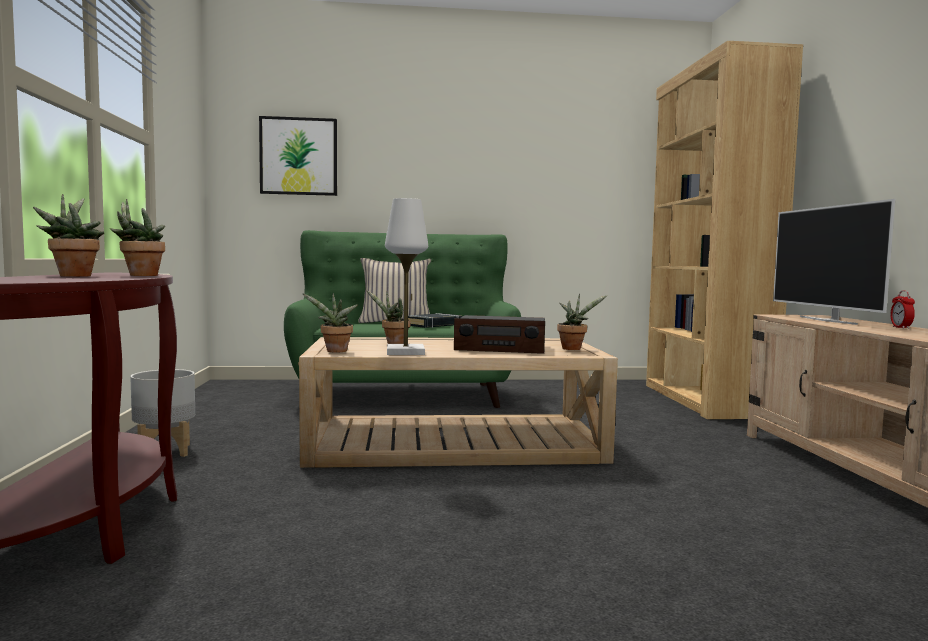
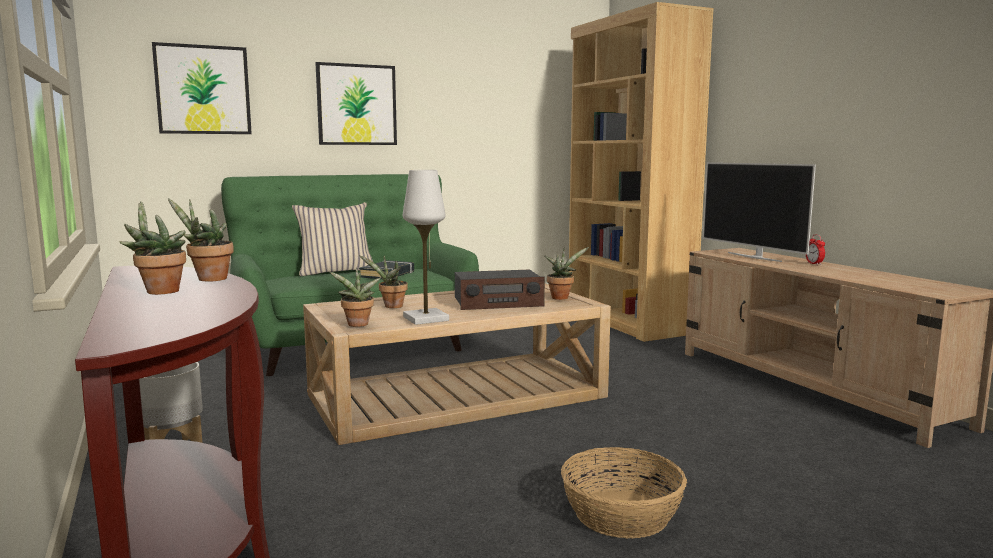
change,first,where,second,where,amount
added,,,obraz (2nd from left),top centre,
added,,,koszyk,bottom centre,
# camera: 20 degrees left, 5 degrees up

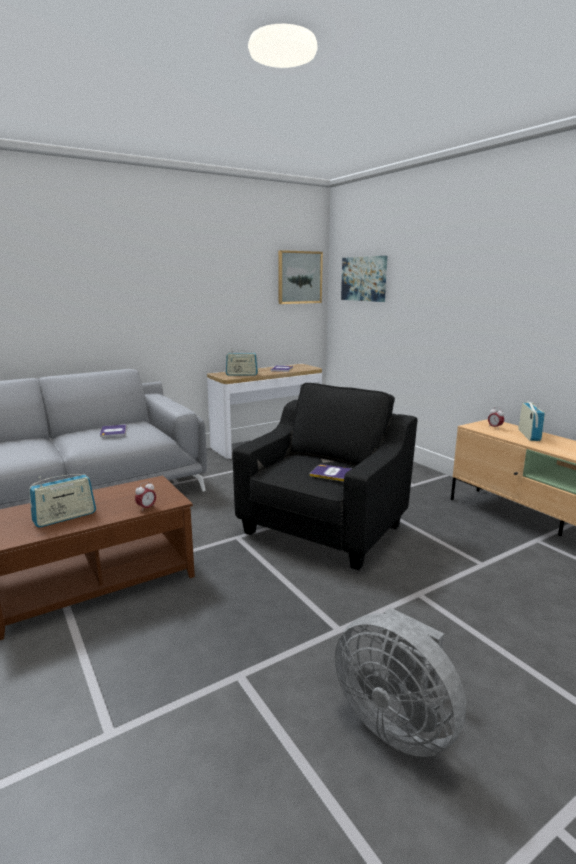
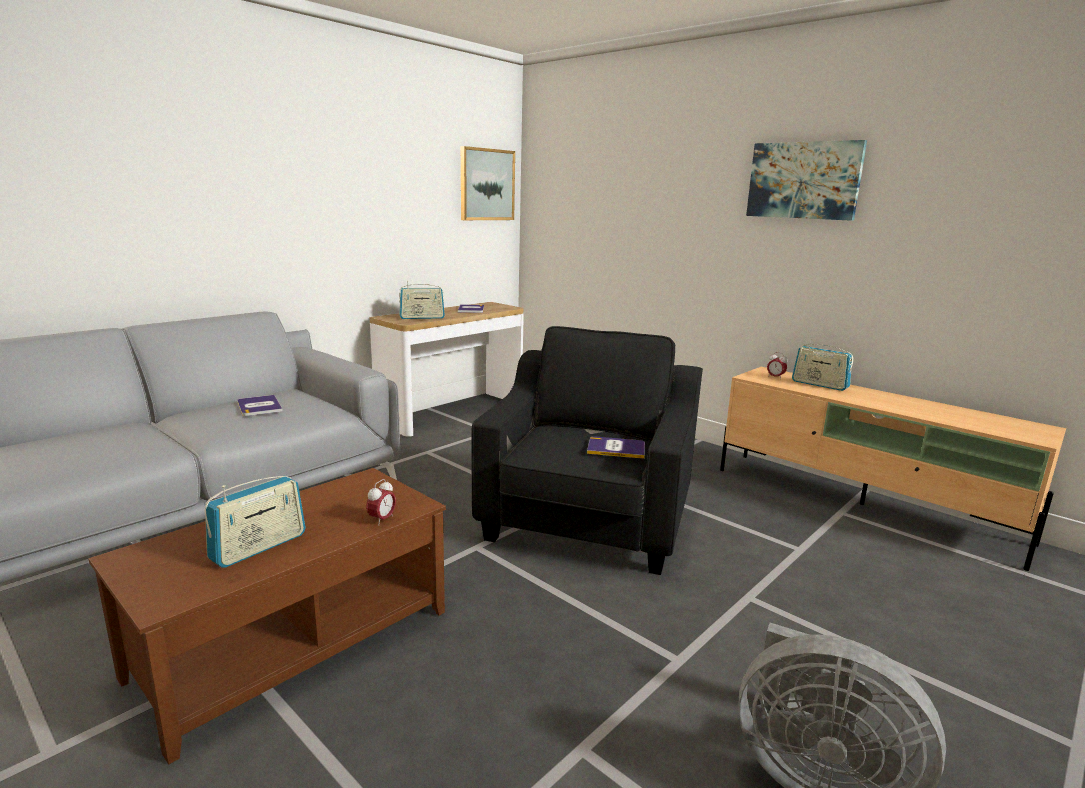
change,first,where,second,where,amount
moved,obraz (2nd from left),top centre,,top right,
turned,radio (3rd from left),middle right,,middle right,135 degrees clockwise
# camera: 15 degrees left, 0 degrees up

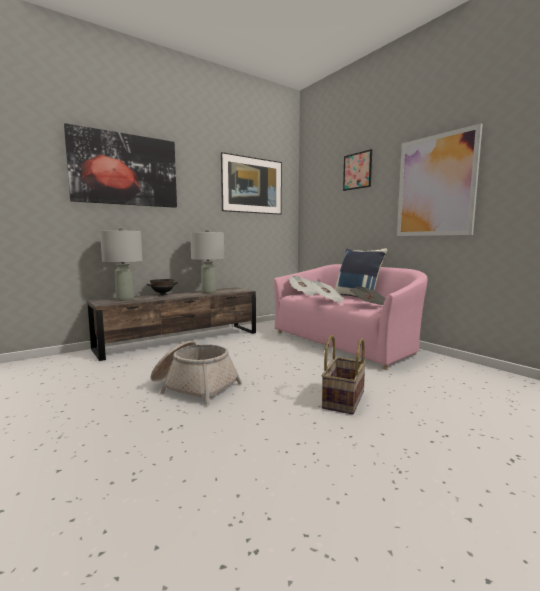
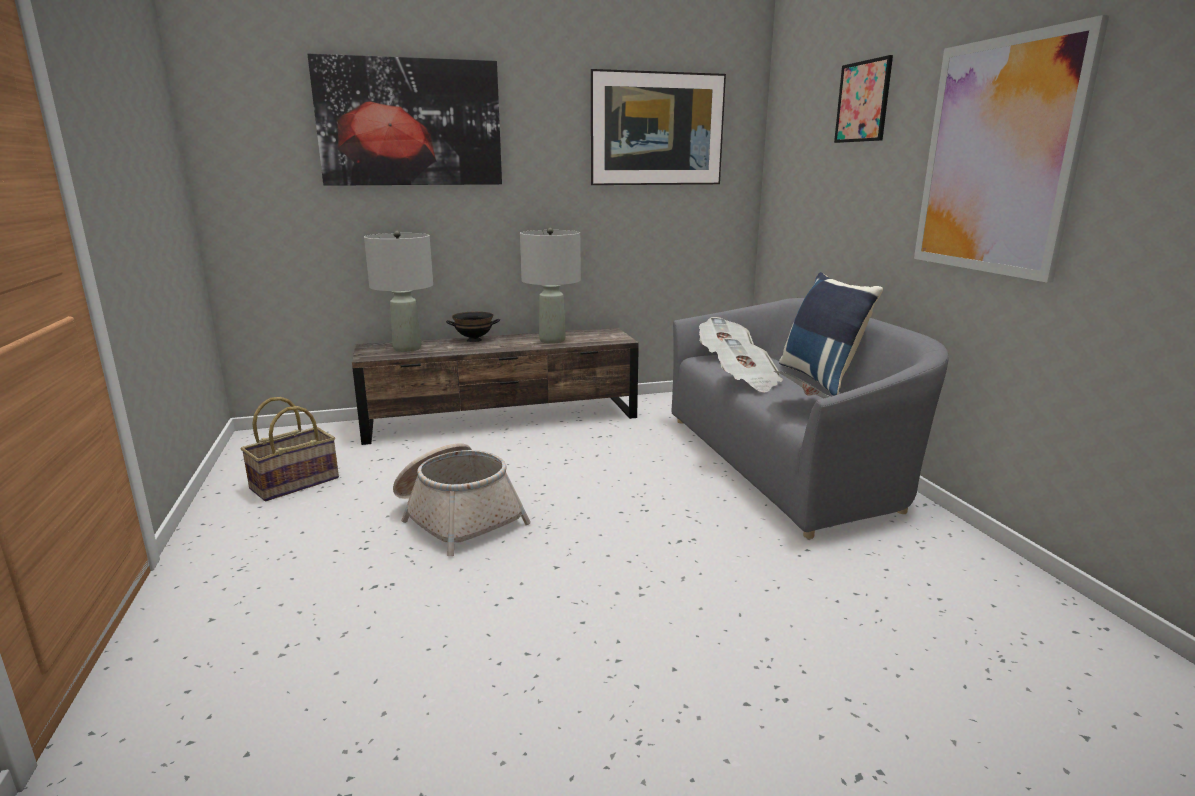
change,first,where,second,where,amount
moved,koszyk (2nd from left in the first image),centre,koszyk (1st from left),middle left,
recoloured,kanapa/różowy,centre,kanapa/szary,middle right,
# camera: 20 degrees right, 10 degrees up

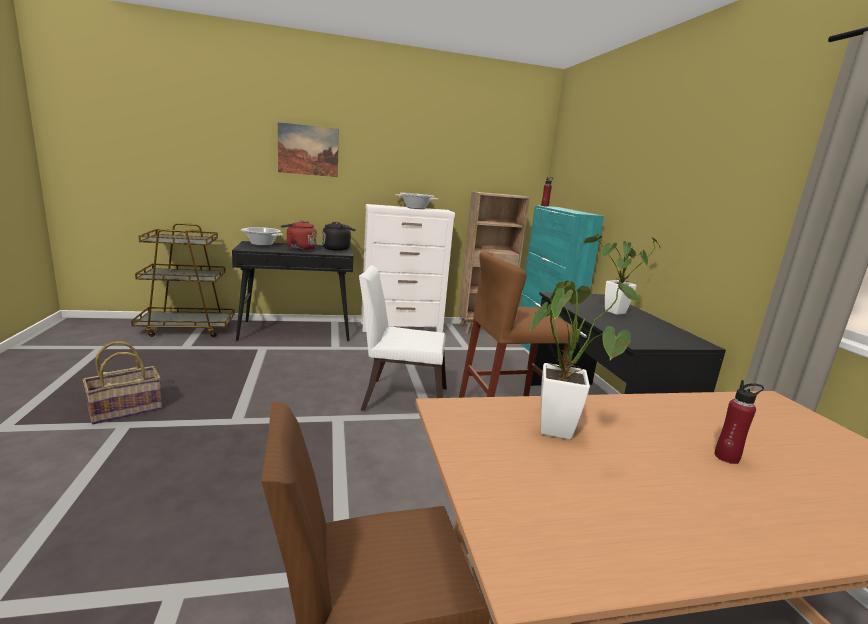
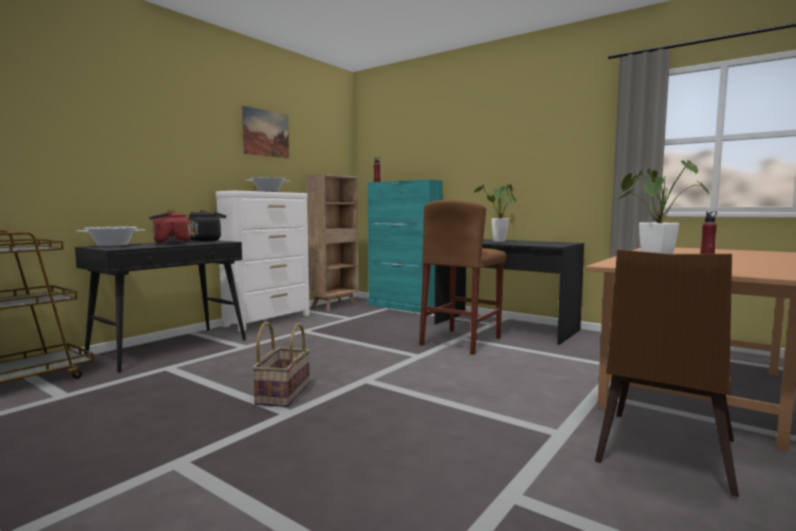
change,first,where,second,where,amount
removed,krzesło/biały,centre,,,
moved,koszyk,middle left,,bottom centre,
moved,obraz,top centre,,top left,
# camera: 40 degrees left, 10 degrees down

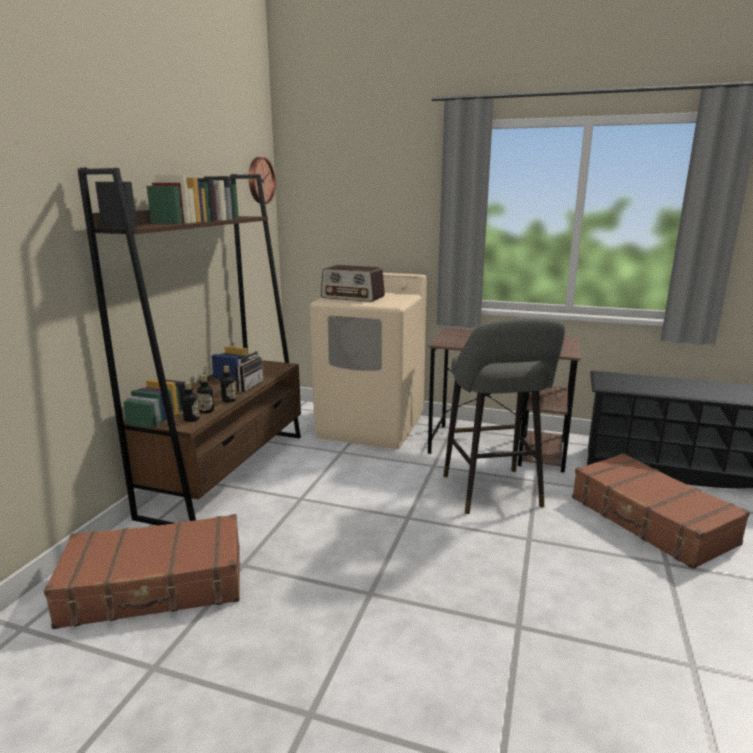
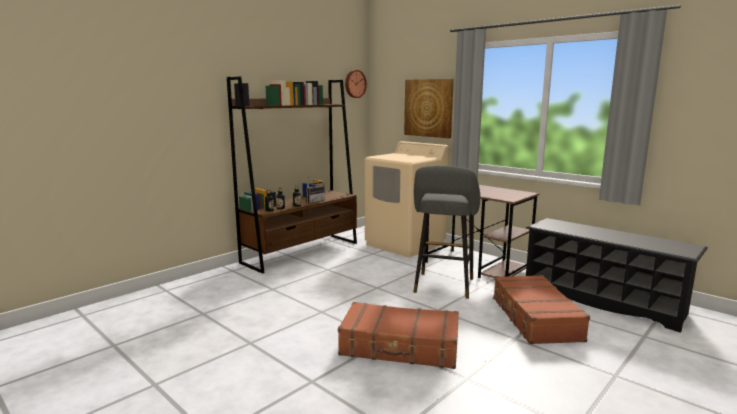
change,first,where,second,where,amount
removed,radio (2nd from left),centre,,,
added,,,obraz,top centre,
moved,walizka/brązowy (1st from left),bottom left,,bottom centre,
# camera: 25 degrees right, 5 degrees down

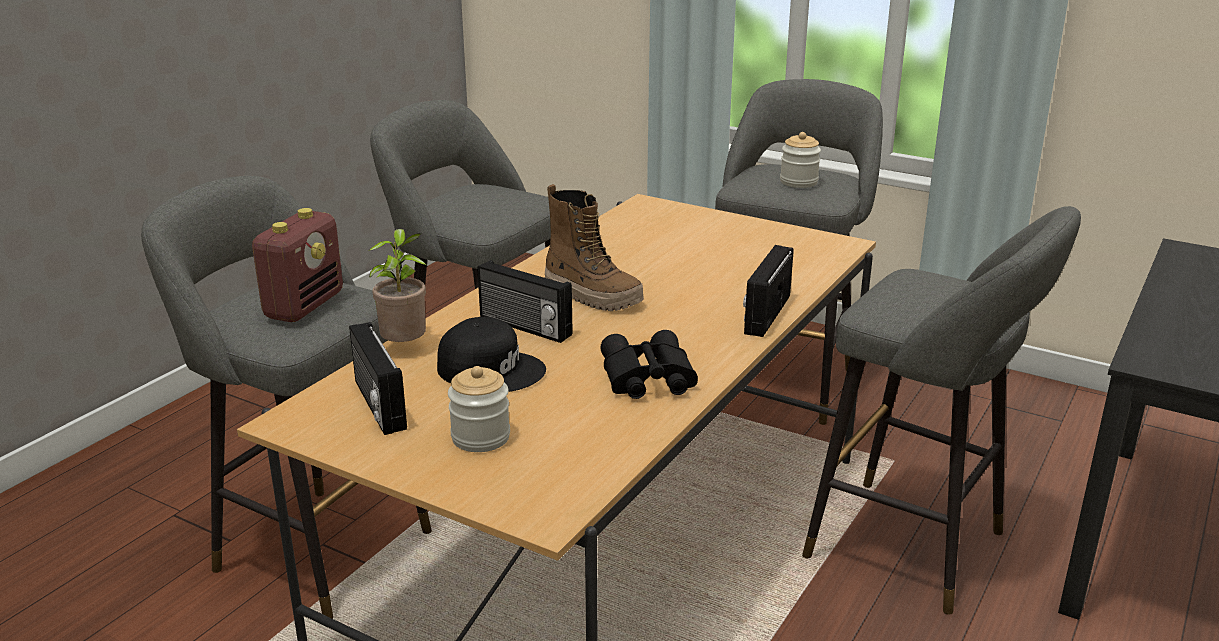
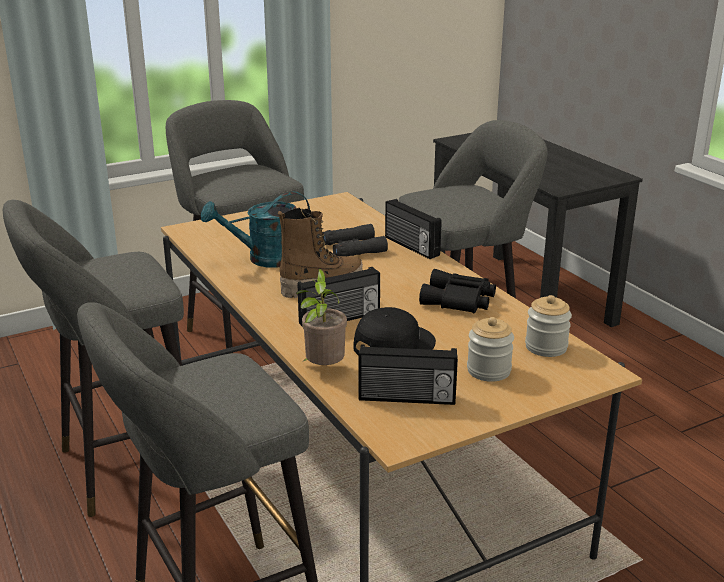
change,first,where,second,where,amount
removed,radio (1st from left),middle left,,,
added,,,konewka/turkusowy,centre,
added,,,lornetka/czarny (1st from left),centre,
moved,słoik (2nd from left),top centre,,middle right,
# camera: 60 degrees left, 0 degrees up

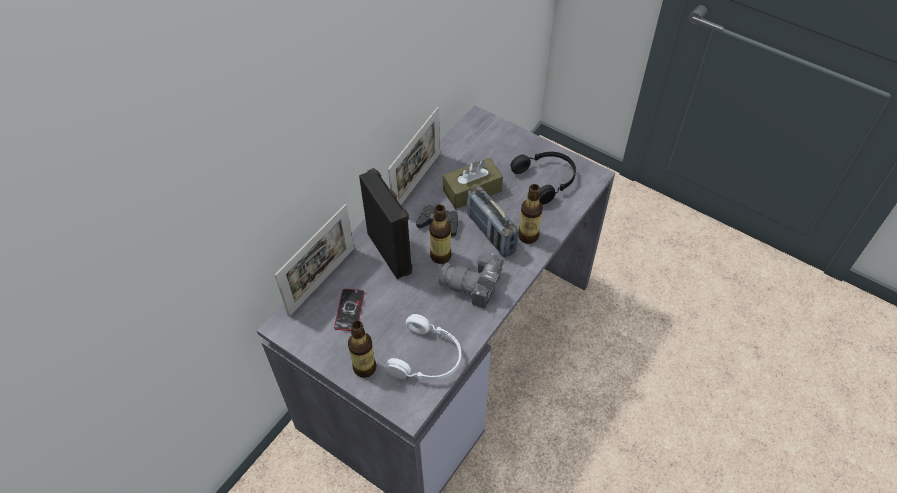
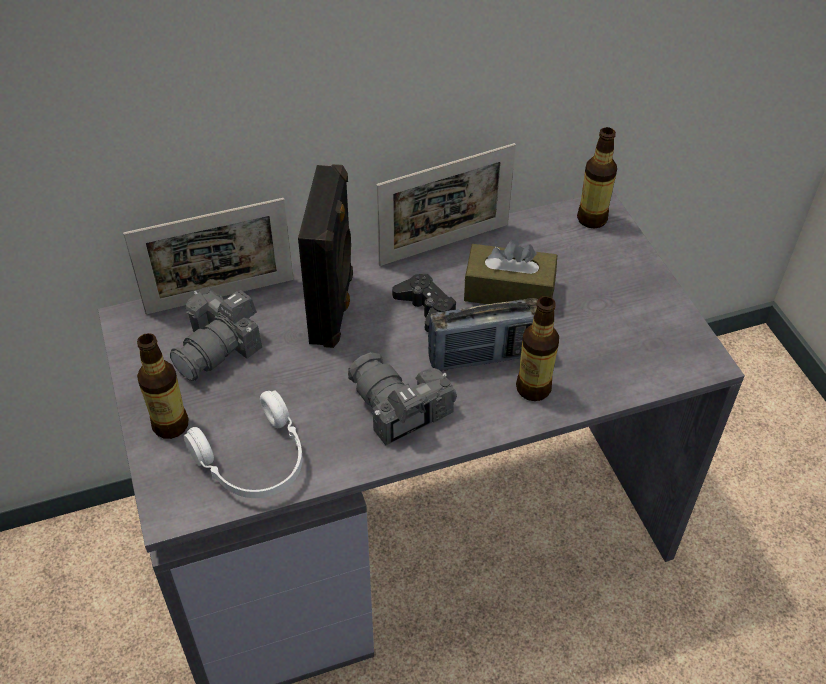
change,first,where,second,where,amount
removed,słuchawki/czarny,centre,,,
moved,butelka (2nd from left in the first image),centre,butelka (3rd from left),top right,
replaced,telefon,centre,aparat fotograficzny (1st from left),middle left,
turned,radio,centre,,centre,105 degrees counterclockwise
# camera: 35 degrees right, 5 degrees down

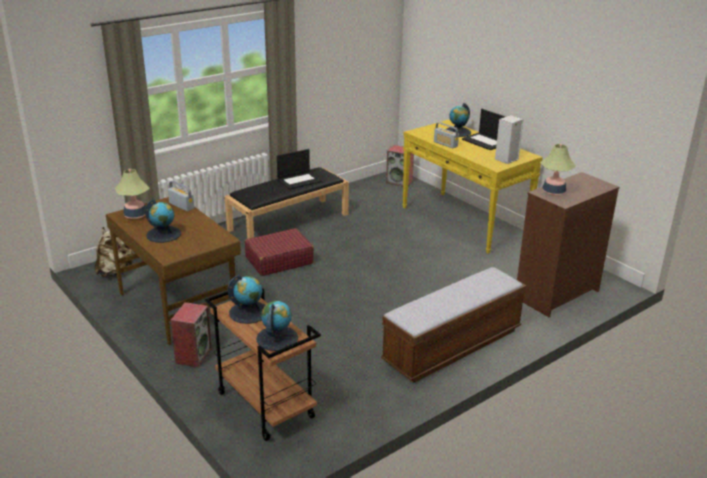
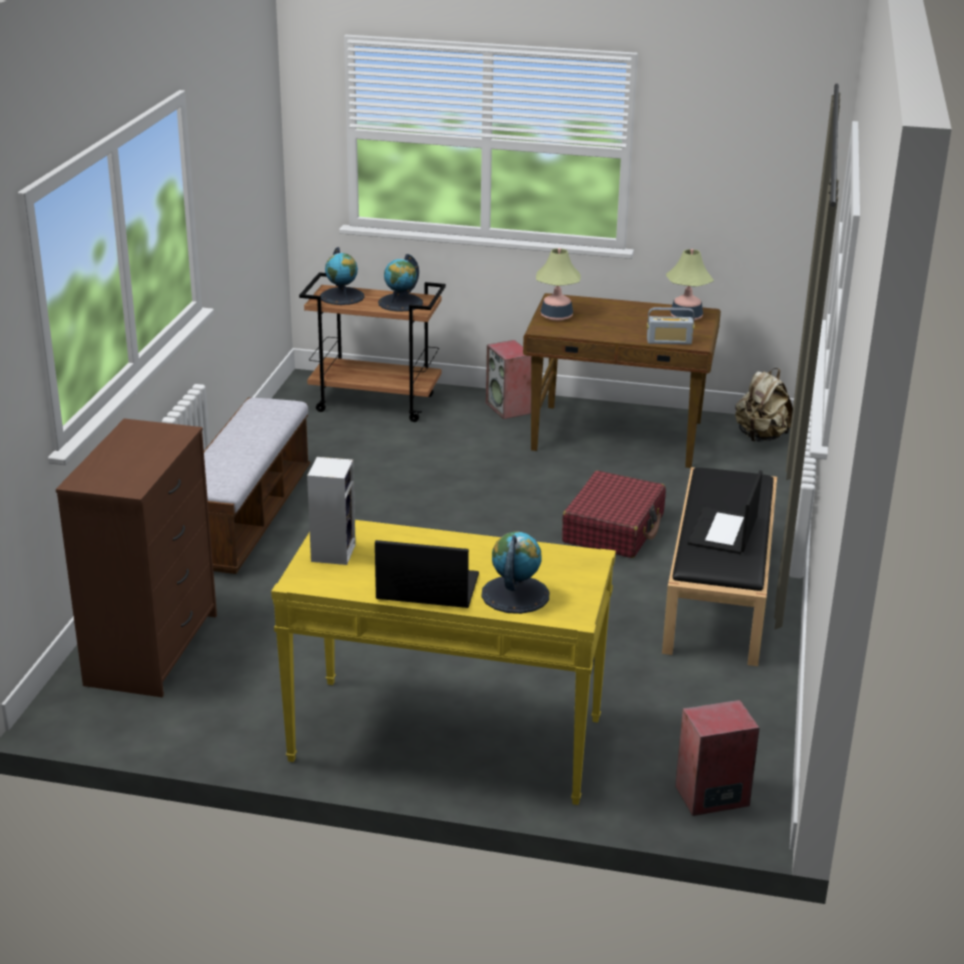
change,first,where,second,where,amount
removed,globus (1st from left),middle left,,,
removed,radio (2nd from left),top centre,,,
moved,lampa stołowa (2nd from left in the first image),middle right,lampa stołowa (1st from left),top centre,
# camera: 140 degrees right, 0 degrees up

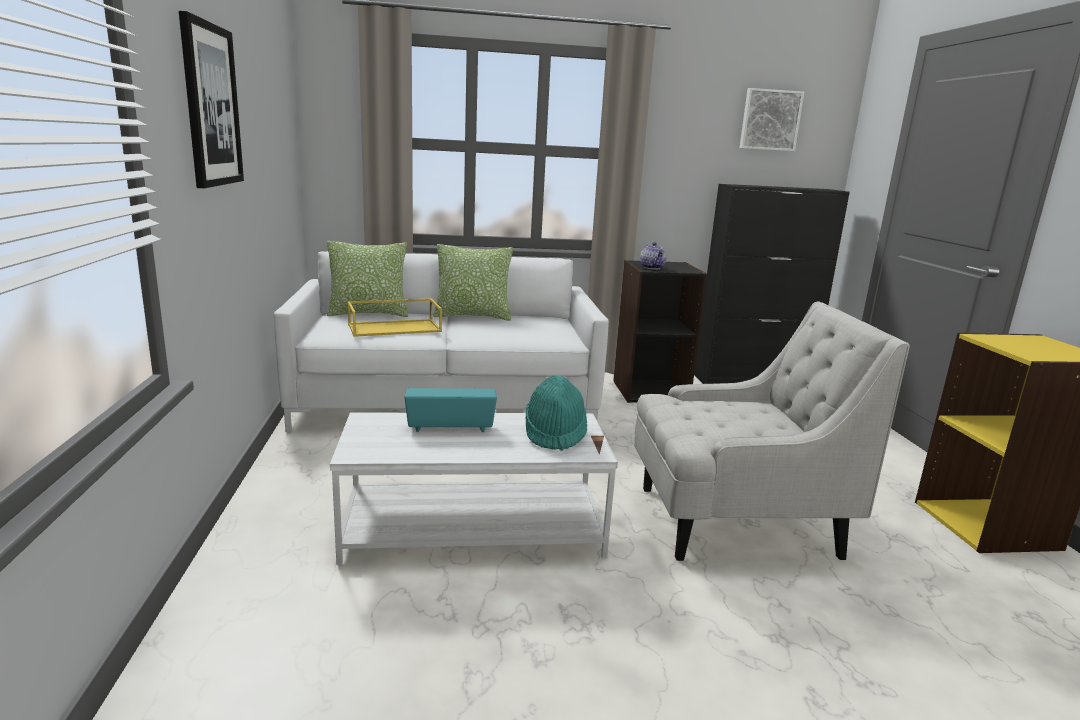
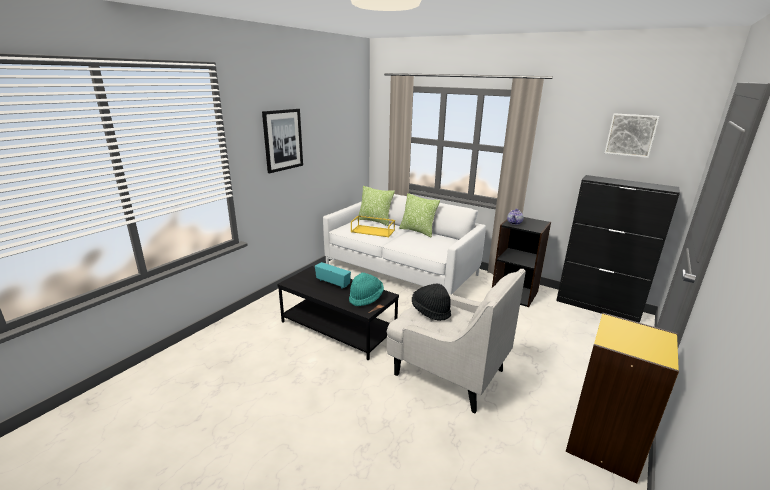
change,first,where,second,where,amount
added,,,kapelusz/czarny,centre,
recoloured,ława/biały,bottom centre,ława/czarny,centre,
# camera: 40 degrees right, 5 degrees up

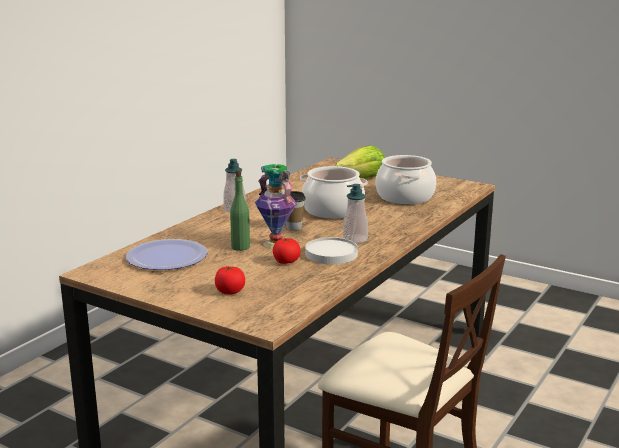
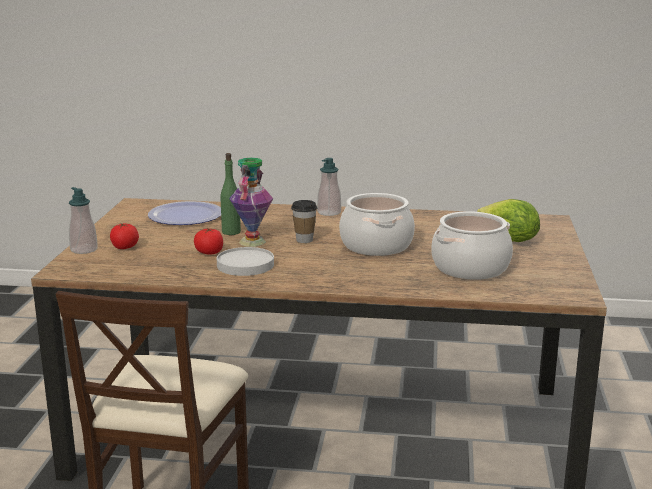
change,first,where,second,where,amount
moved,dozownik mydła (2nd from left in the first image),centre,dozownik mydła (1st from left),middle left,
# camera: 65 degrees right, 0 degrees up

